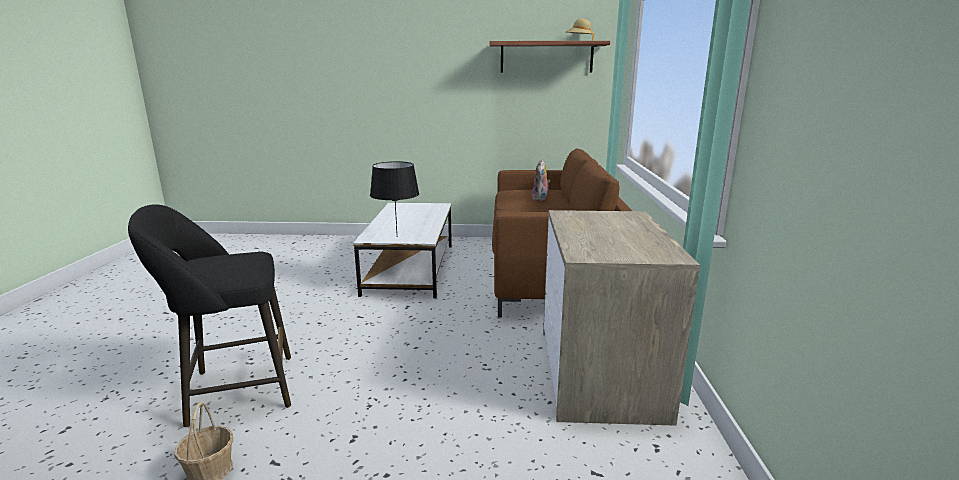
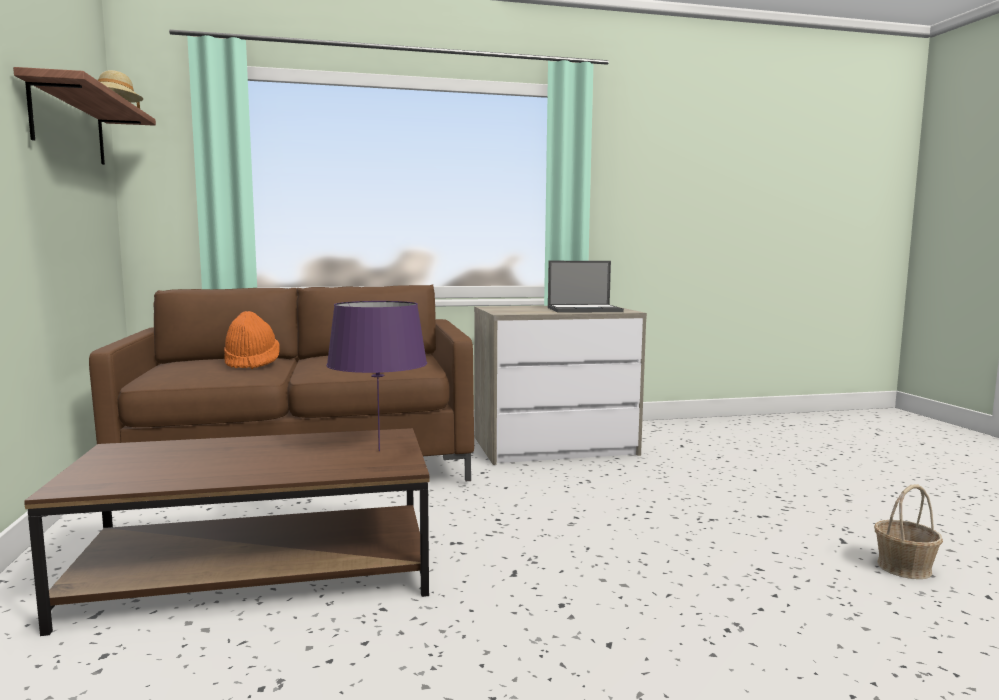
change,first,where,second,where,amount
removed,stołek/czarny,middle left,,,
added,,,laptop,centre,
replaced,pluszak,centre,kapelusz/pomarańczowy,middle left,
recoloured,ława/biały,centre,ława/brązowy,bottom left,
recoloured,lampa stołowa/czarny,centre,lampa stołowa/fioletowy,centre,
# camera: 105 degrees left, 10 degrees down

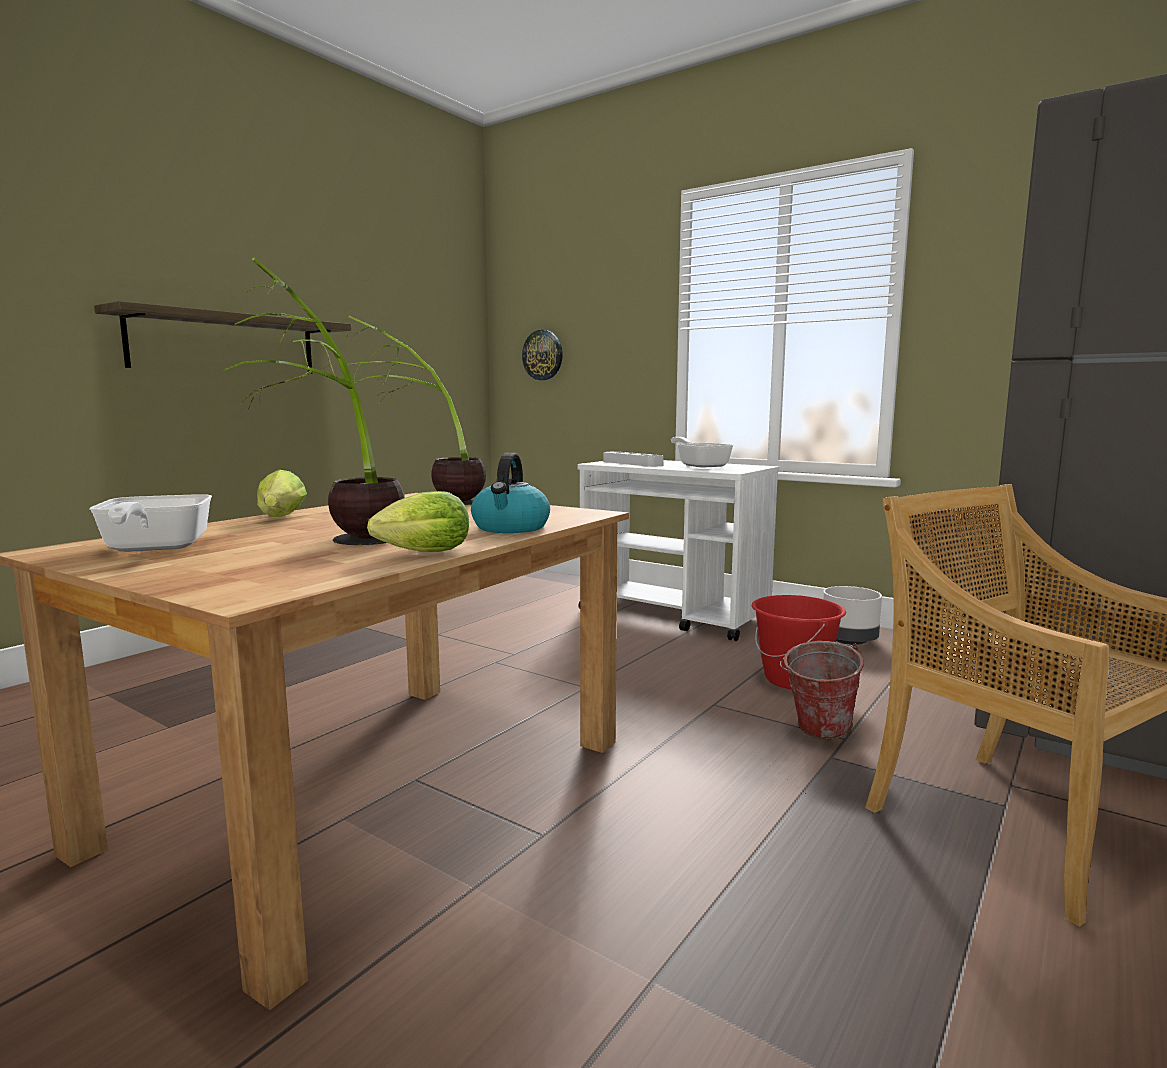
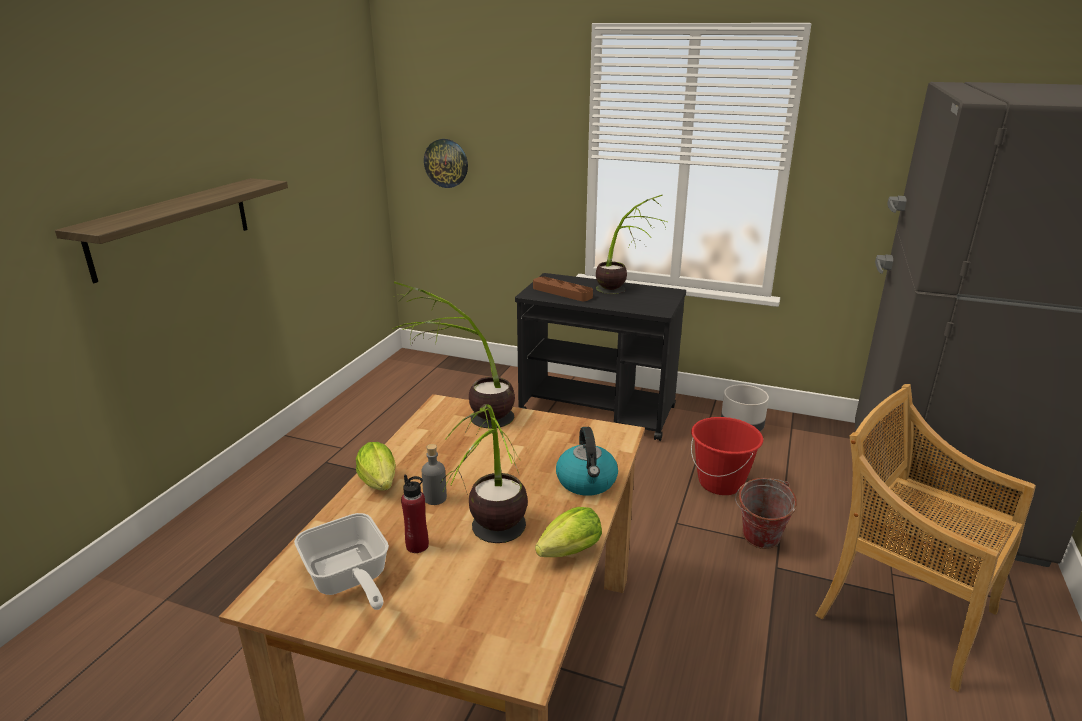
change,first,where,second,where,amount
added,,,butelka/czerwony,bottom centre,
added,,,butelka/szary,centre,
replaced,patelnia (2nd from left),centre,roślina doniczkowa (3rd from left),centre,
recoloured,wózek/biały,centre,wózek/czarny,centre,
recoloured,taca/szary,centre,taca/brązowy,centre,
# camera: 15 degrees left, 15 degrees up

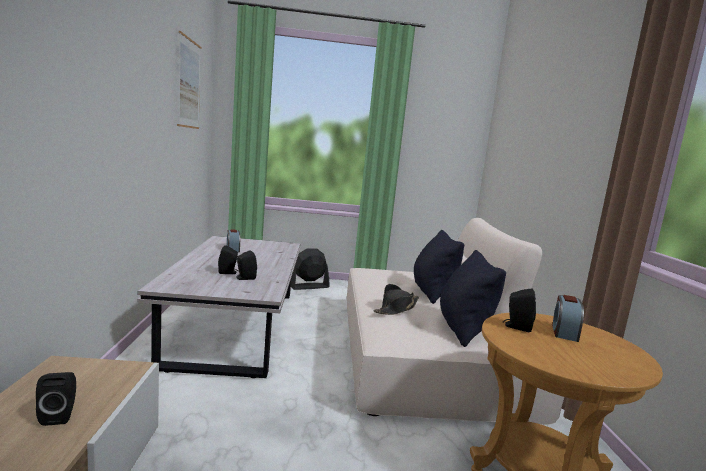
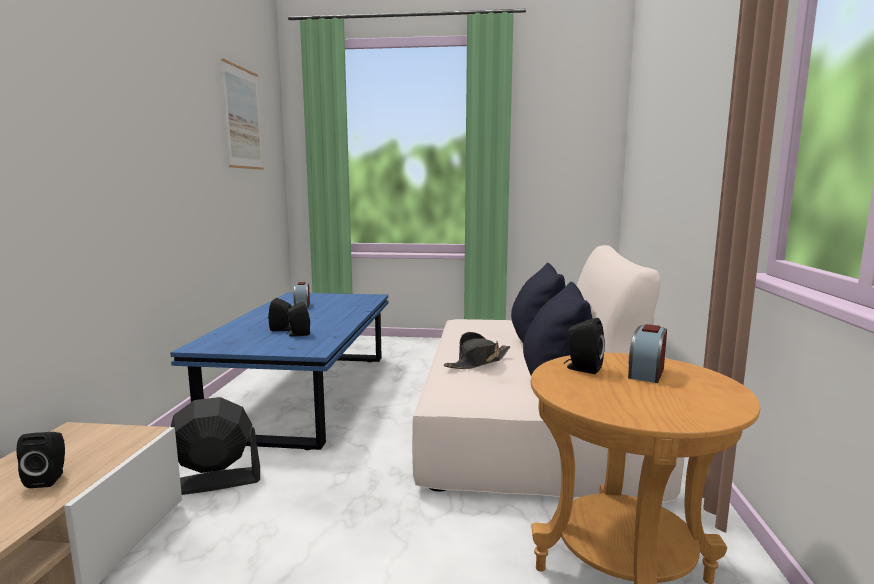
change,first,where,second,where,amount
moved,wentylator/czarny,centre,,bottom left,
recoloured,ława/biały,middle left,ława/niebieski,middle left,
# camera: 10 degrees right, 0 degrees up

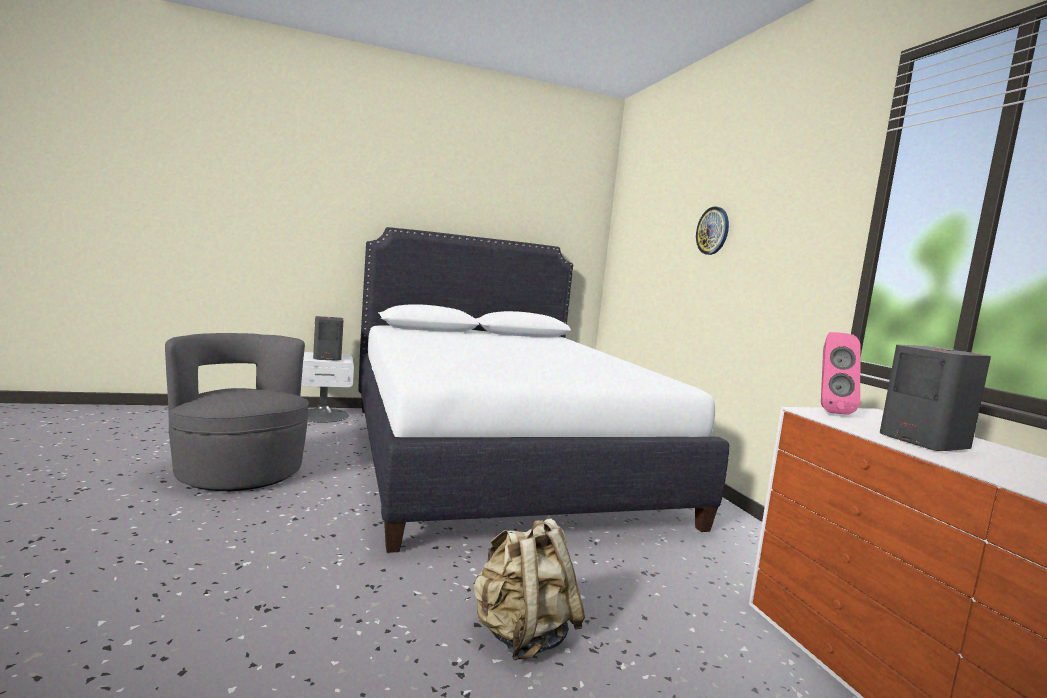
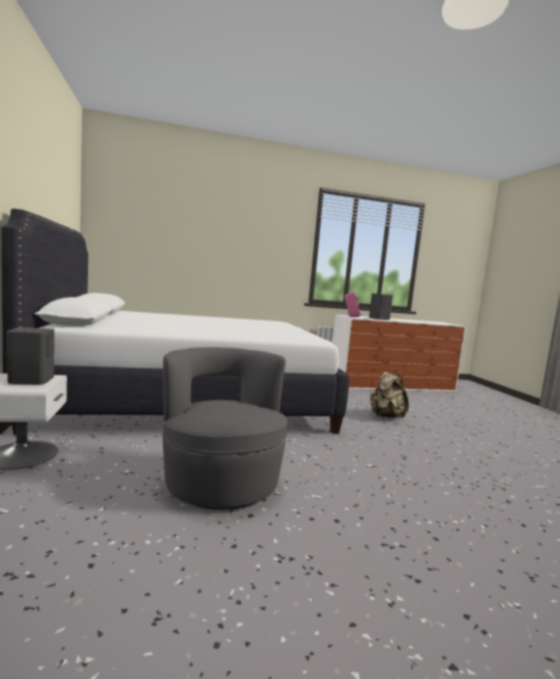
change,first,where,second,where,amount
removed,zegar ścienny,top right,,,
turned,fotel/szary,middle left,,centre,105 degrees clockwise
# camera: 85 degrees left, 0 degrees up

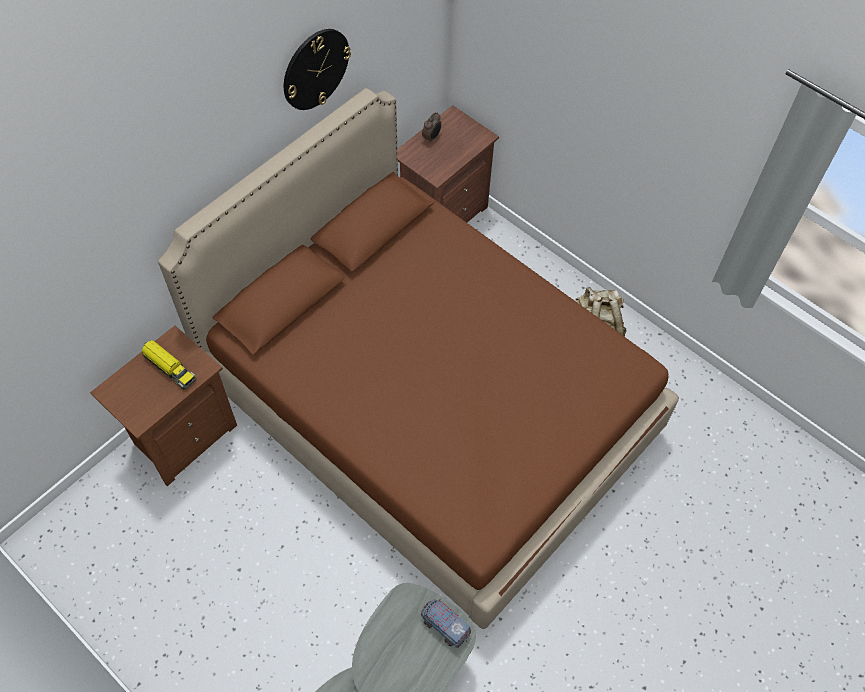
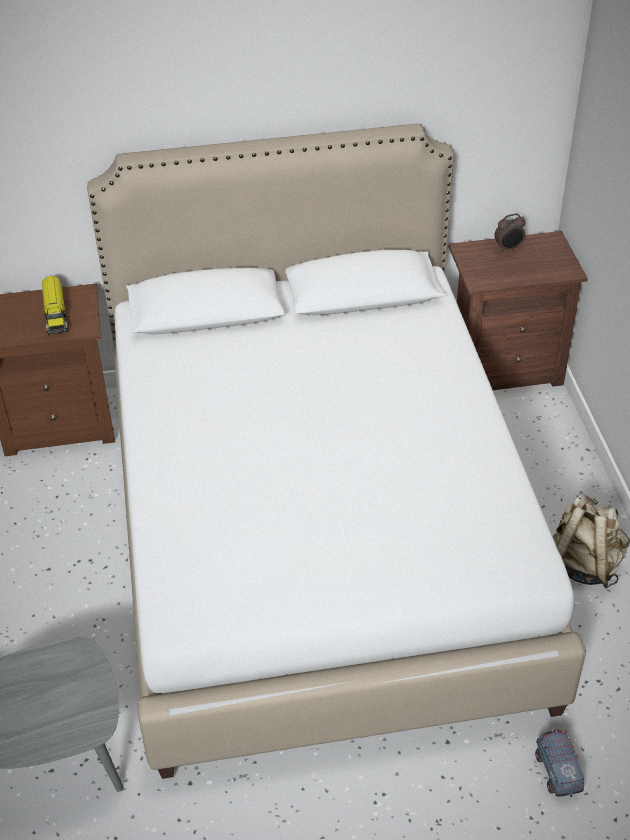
change,first,where,second,where,amount
removed,zegar ścienny,top centre,,,
moved,ciężarówka zabawkowa (2nd from left),bottom centre,,bottom right,
recoloured,łóżko/brązowy,centre,łóżko/biały,centre,
# camera: 40 degrees right, 15 degrees down

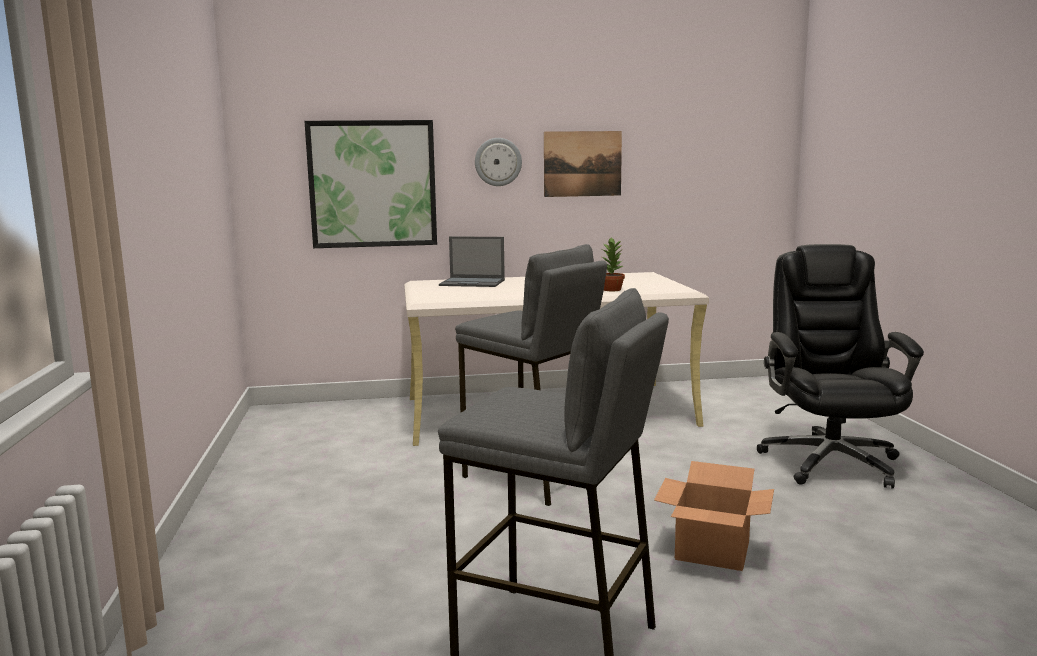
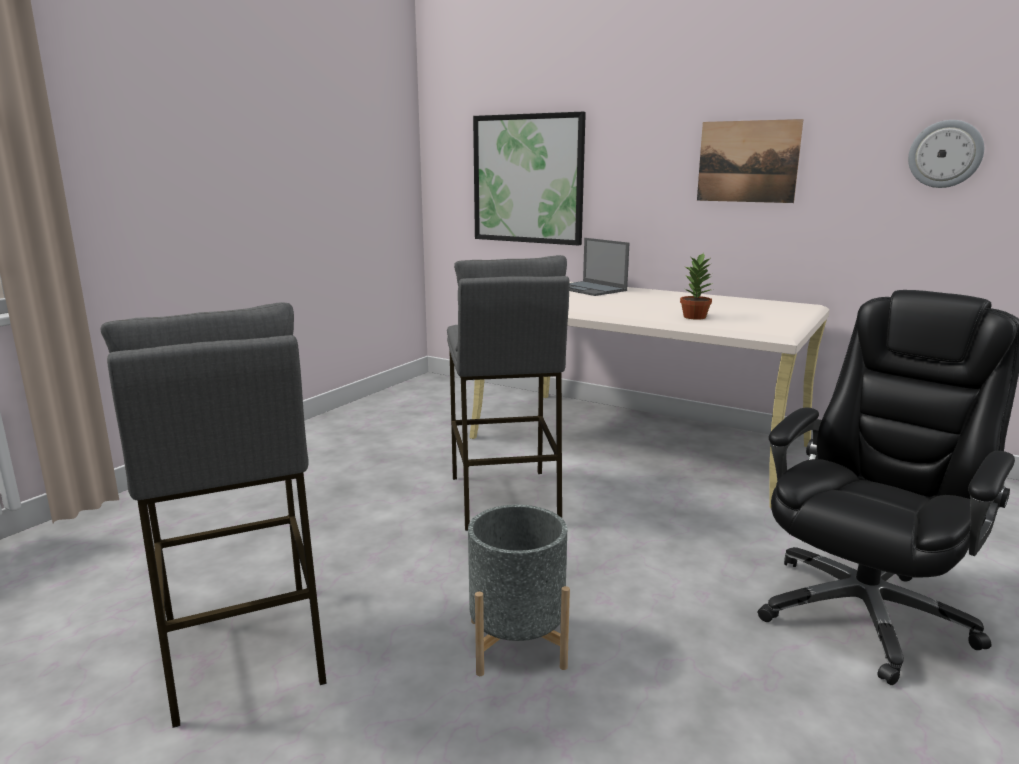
change,first,where,second,where,amount
moved,zegar ścienny,top centre,,top right,
replaced,karton,bottom right,donica/szary,bottom centre,
# camera: 40 degrees right, 5 degrees up

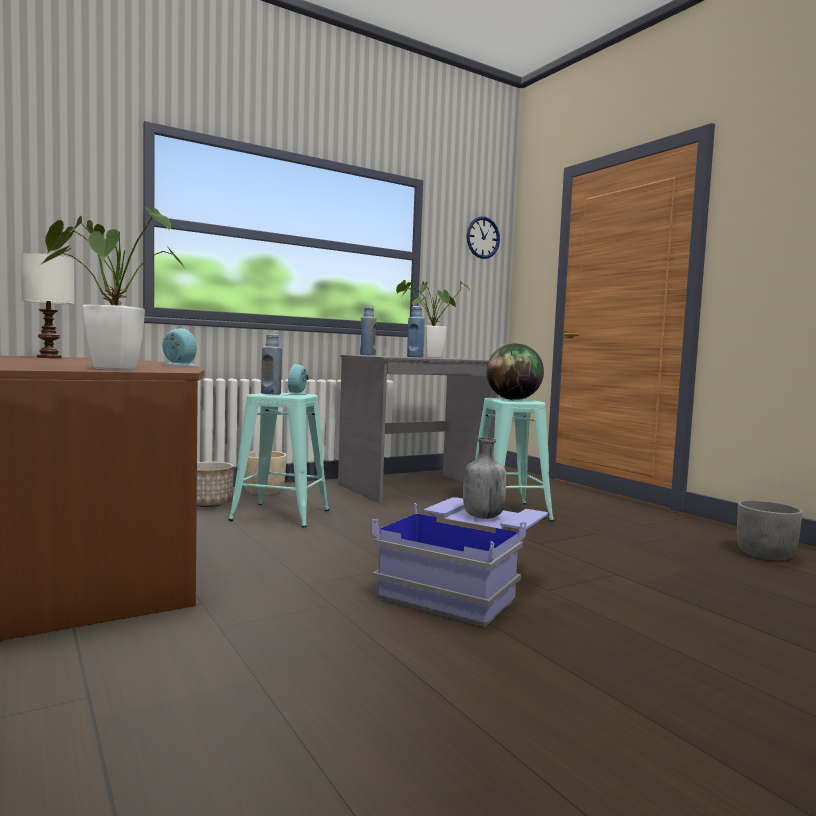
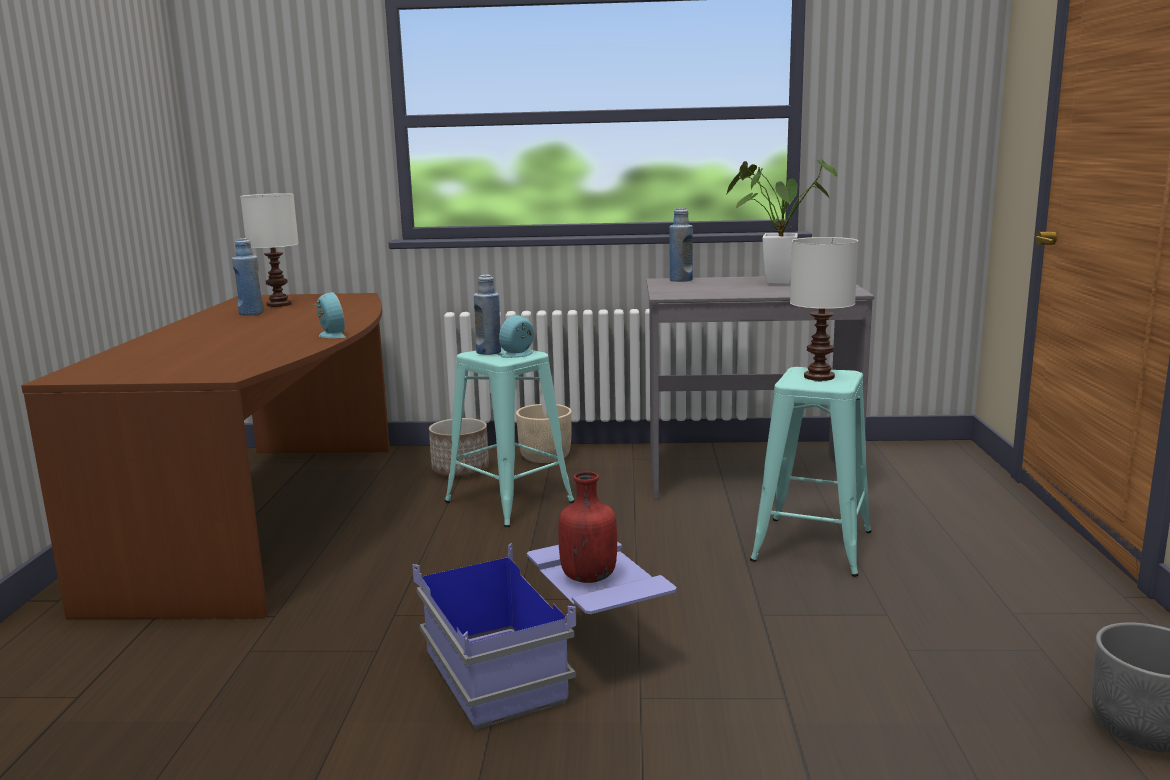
change,first,where,second,where,amount
removed,roślina doniczkowa (1st from left),middle left,,,
removed,zegar ścienny,top centre,,,
moved,butelka/niebieski (3rd from left in the first image),centre,butelka/niebieski (1st from left),middle left,
replaced,globus,centre,lampa stołowa/biały (2nd from left),middle right,
recoloured,butelka/szary,centre,butelka/czerwony,bottom centre,
# camera: 35 degrees right, 10 degrees up

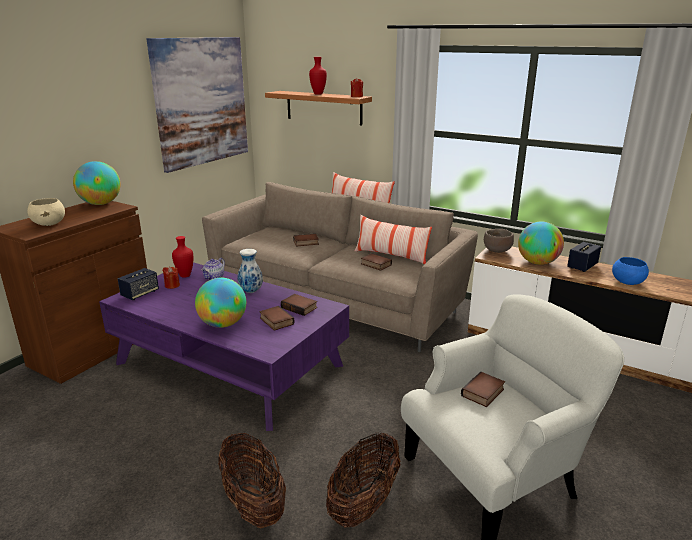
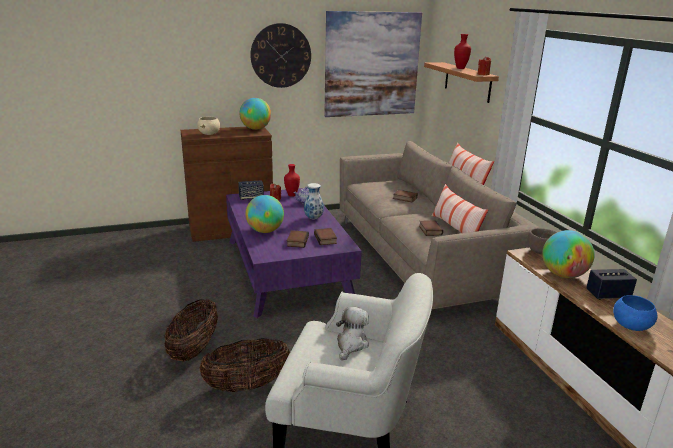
change,first,where,second,where,amount
added,,,zegar ścienny,top centre,
replaced,książka (5th from left),bottom right,pluszak,bottom centre,
# camera: 40 degrees right, 0 degrees up

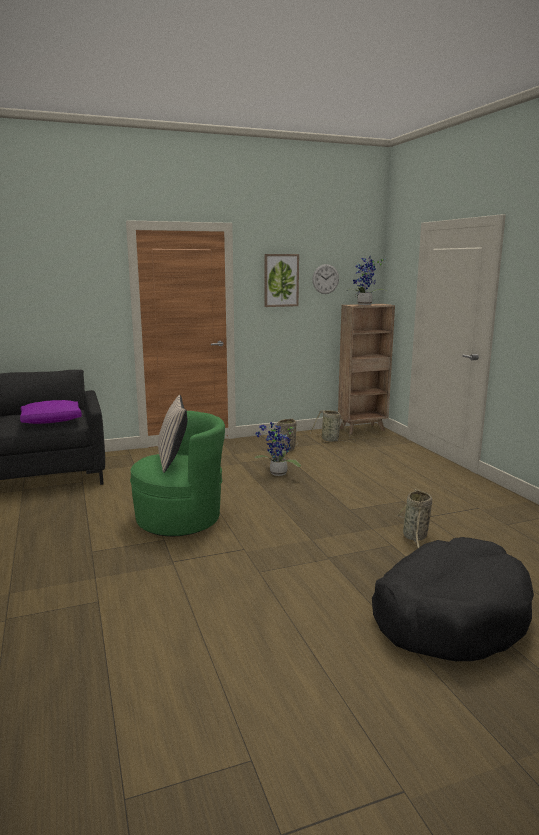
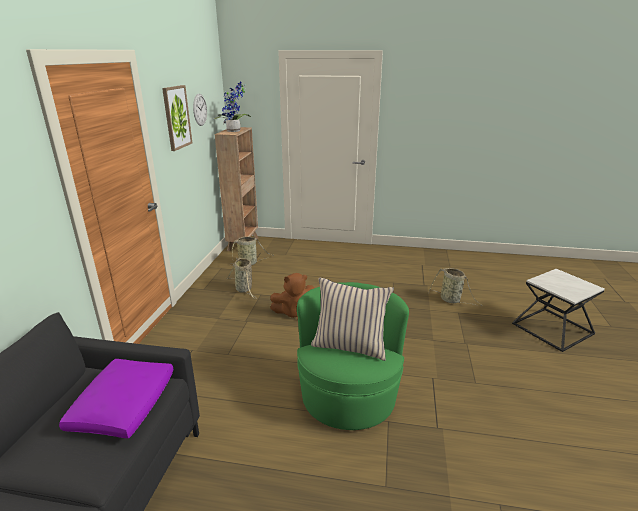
change,first,where,second,where,amount
replaced,roślina doniczkowa (1st from left),centre,pluszak/brązowy,centre,
replaced,legowisko/czarny,bottom right,stolik,middle right,
# camera: 60 degrees left, 10 degrees up

